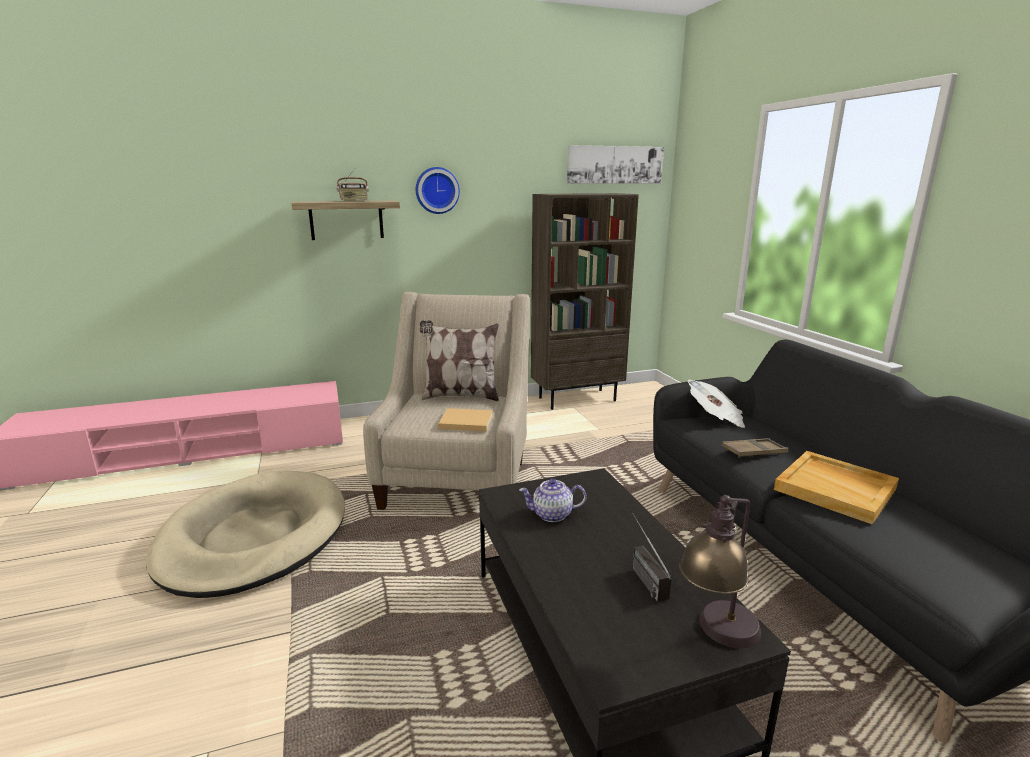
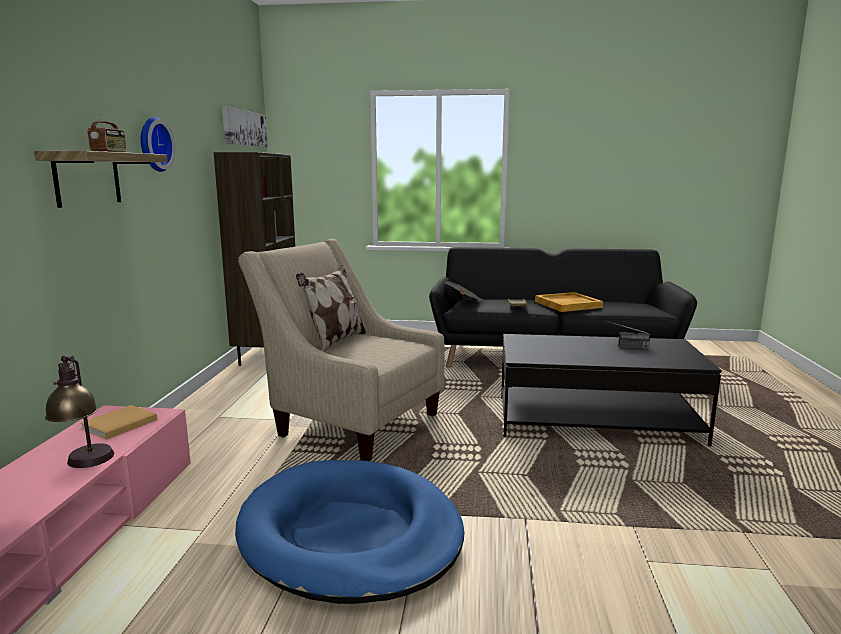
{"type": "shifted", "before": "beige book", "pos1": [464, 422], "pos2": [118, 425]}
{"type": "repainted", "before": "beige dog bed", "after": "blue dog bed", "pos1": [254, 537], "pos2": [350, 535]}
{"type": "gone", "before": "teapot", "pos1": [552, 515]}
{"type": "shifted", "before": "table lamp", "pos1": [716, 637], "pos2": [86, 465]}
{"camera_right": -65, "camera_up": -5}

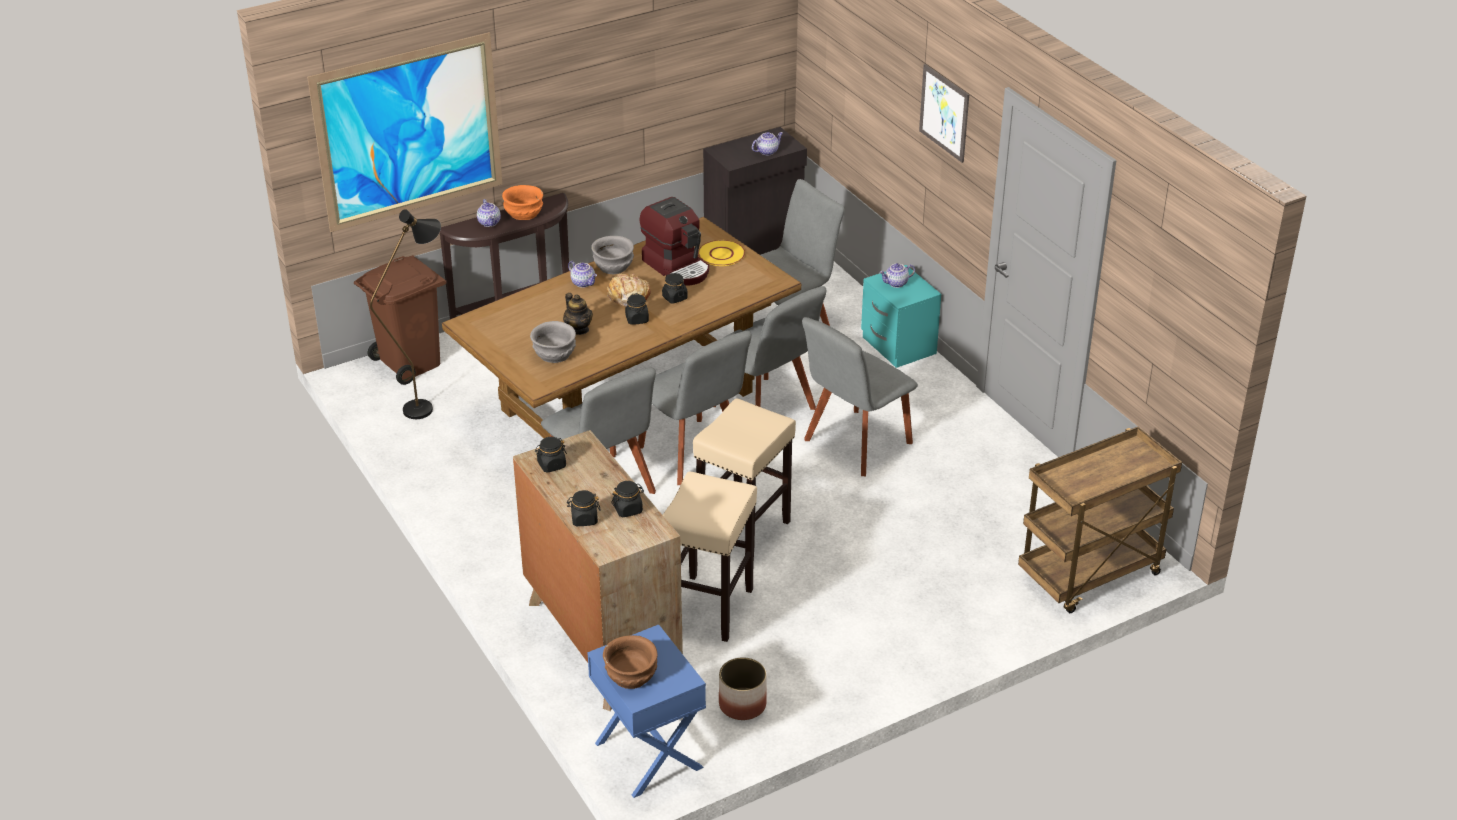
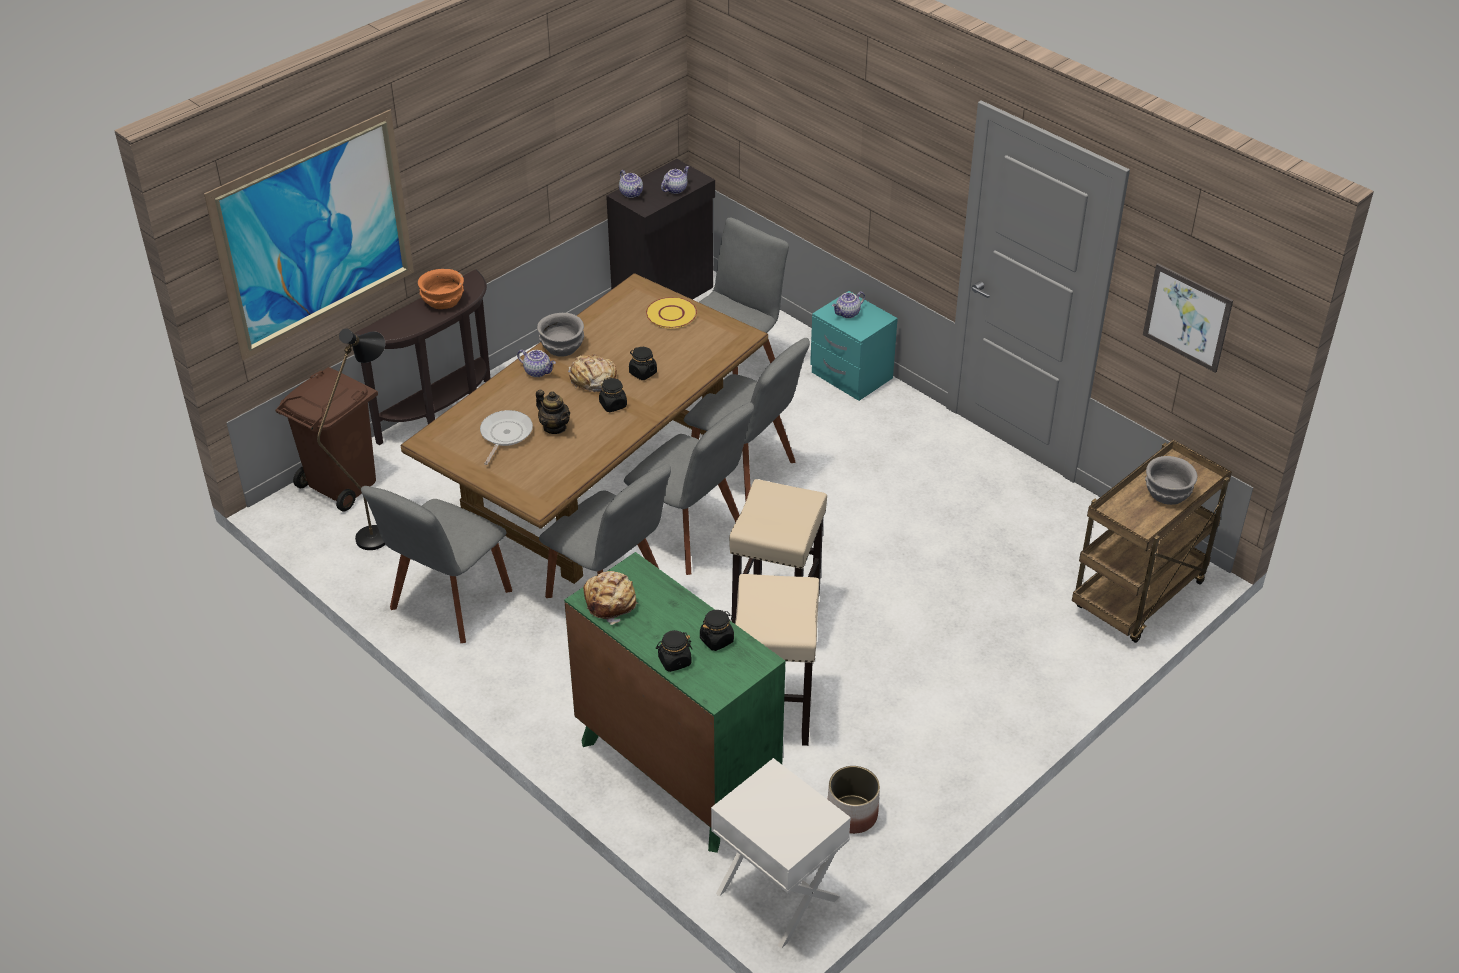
{"type": "shifted", "before": "picture", "pos1": [944, 113], "pos2": [1187, 317]}
{"type": "gone", "before": "coffee machine", "pos1": [677, 266]}
{"type": "shifted", "before": "teapot", "pos1": [490, 223], "pos2": [631, 193]}
{"type": "shifted", "before": "grey chair", "pos1": [854, 444], "pos2": [448, 604]}
{"type": "shifted", "before": "grey bowl", "pos1": [555, 354], "pos2": [1167, 493]}
{"type": "repainted", "before": "brown dresser", "after": "green dresser", "pos1": [601, 640], "pos2": [676, 772]}
{"type": "swapped", "before": "black jar", "after": "bread", "pos1": [551, 465], "pos2": [611, 602]}
{"type": "repainted", "before": "blue nightstand", "after": "white nightstand", "pos1": [647, 756], "pos2": [776, 896]}
{"type": "gone", "before": "brown bowl", "pos1": [632, 675]}
{"type": "new", "after": "frying pan", "pos2": [505, 434]}
{"camera_right": -15, "camera_up": 5}

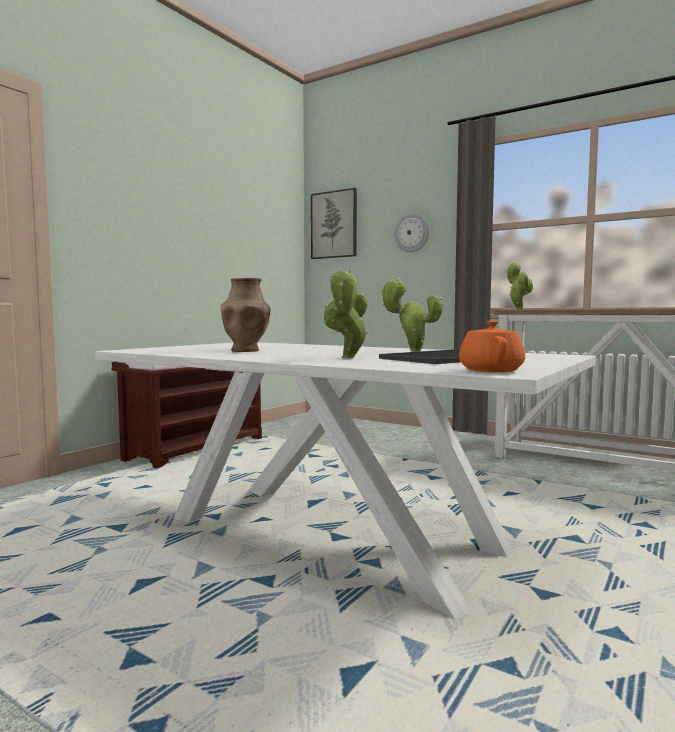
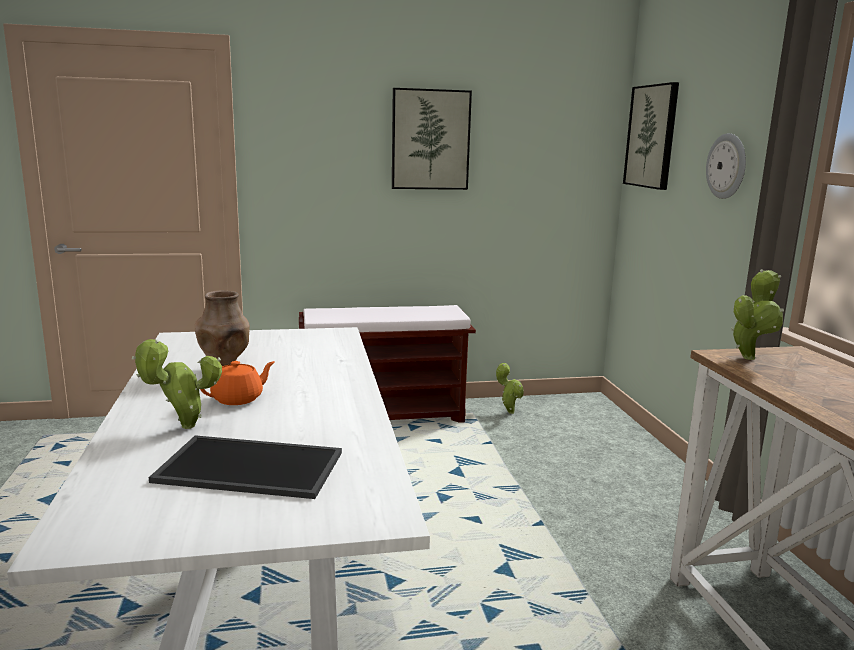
{"type": "shifted", "before": "potted plant", "pos1": [411, 351], "pos2": [509, 411]}
{"type": "shifted", "before": "orange teapot", "pos1": [491, 370], "pos2": [238, 399]}
{"type": "new", "after": "picture", "pos2": [430, 140]}
{"camera_right": 45, "camera_up": 10}

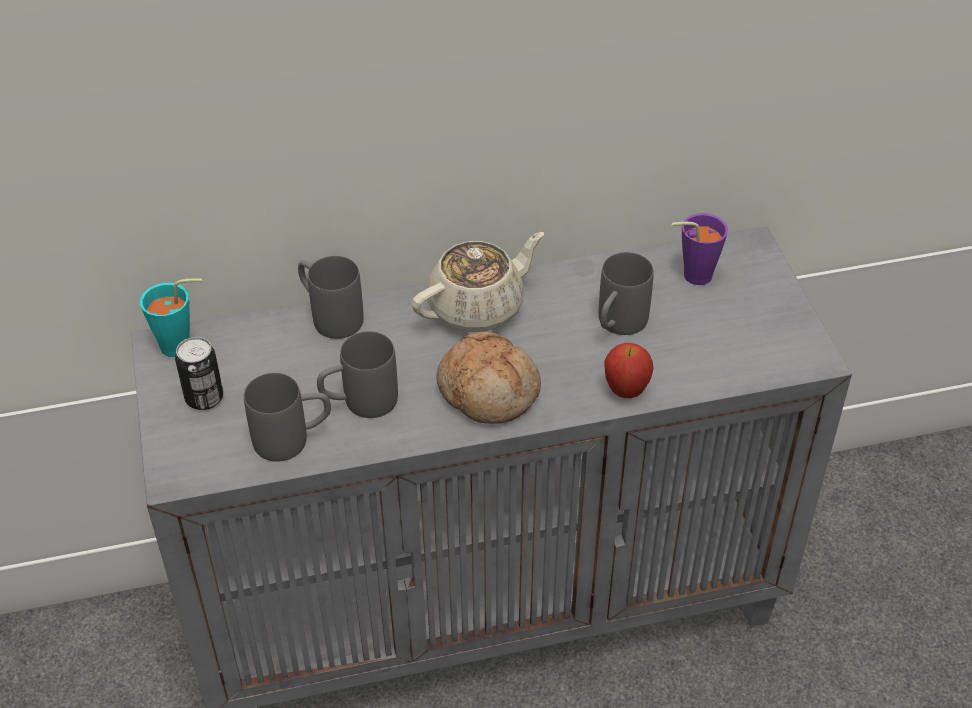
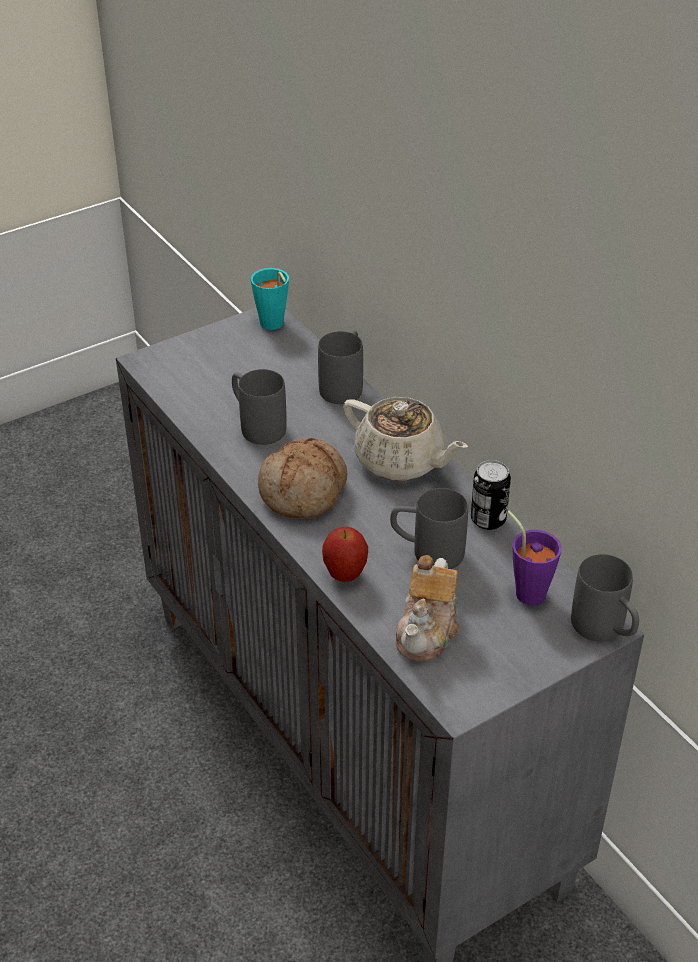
{"type": "shifted", "before": "can", "pos1": [204, 398], "pos2": [488, 519]}
{"type": "shifted", "before": "grey mug", "pos1": [293, 439], "pos2": [605, 631]}
{"type": "new", "after": "teapot", "pos2": [428, 630]}
{"camera_right": 70, "camera_up": -5}

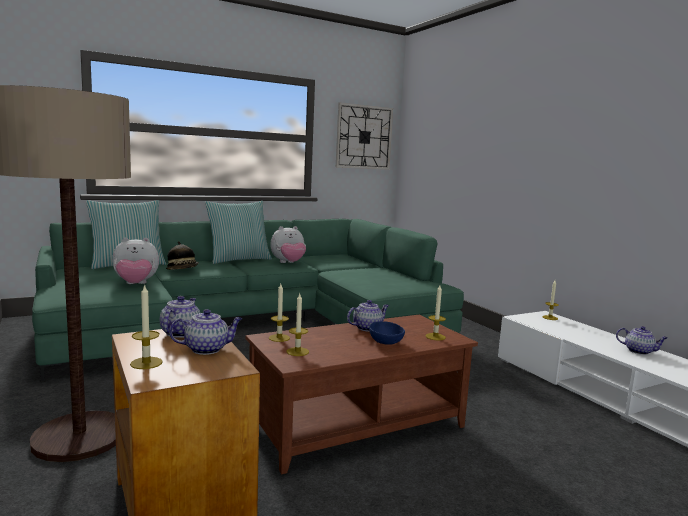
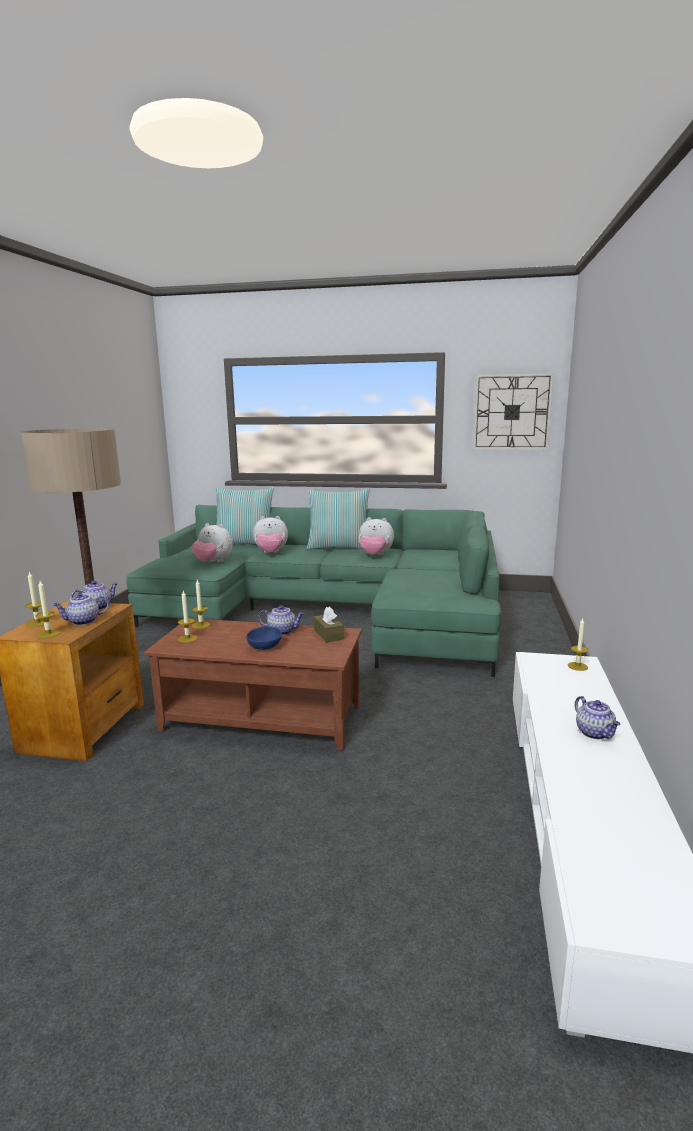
{"type": "swapped", "before": "hat", "after": "plush toy", "pos1": [183, 270], "pos2": [271, 553]}
{"type": "shifted", "before": "candle", "pos1": [435, 337], "pos2": [48, 634]}
{"type": "rotated", "before": "teapot", "pos1": [207, 349], "pos2": [83, 621], "turn": 135}
{"type": "new", "after": "brown tissue box", "pos2": [328, 634]}
{"camera_right": 40, "camera_up": 5}

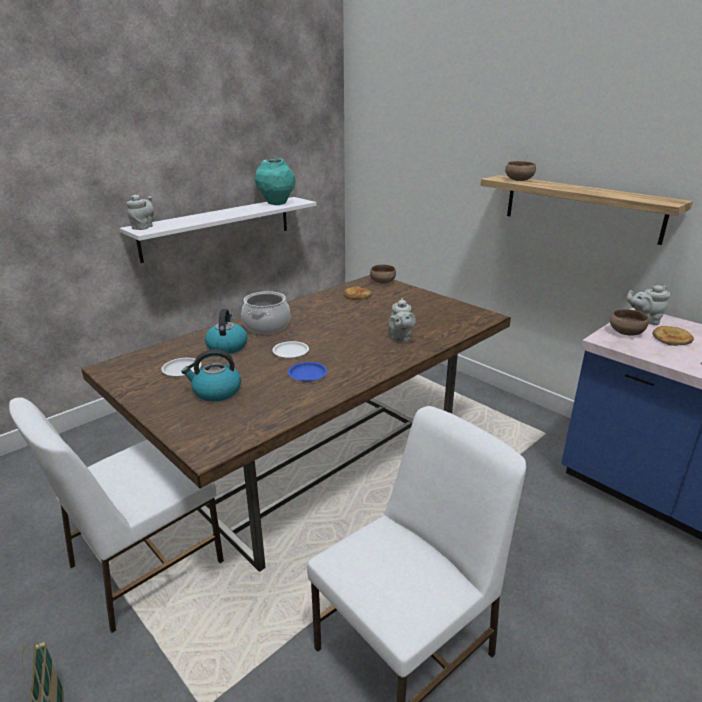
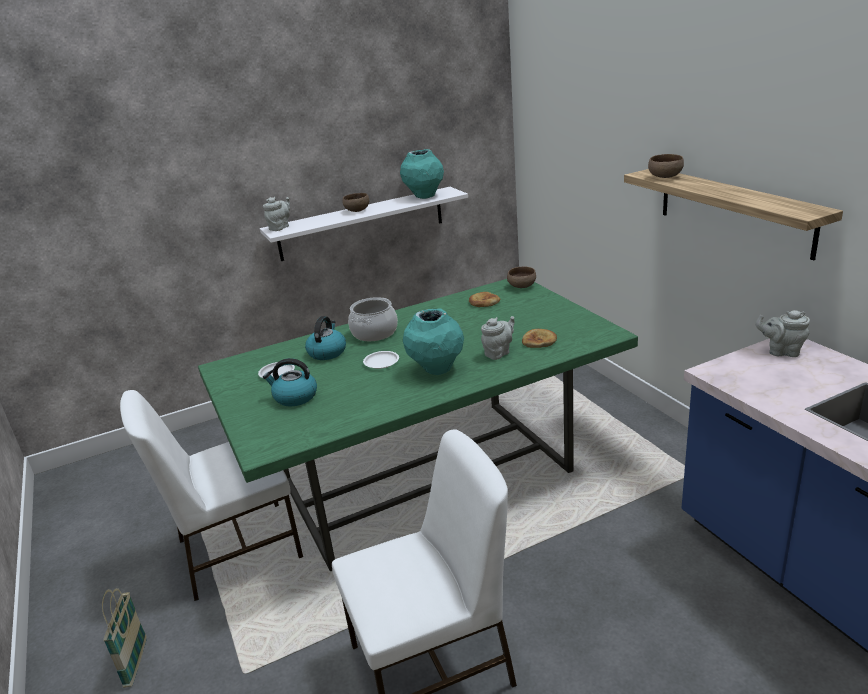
{"type": "repainted", "before": "brown dining table", "after": "green dining table", "pos1": [320, 462], "pos2": [428, 476]}
{"type": "rotated", "before": "grey teapot", "pos1": [400, 337], "pos2": [498, 353], "turn": -150}
{"type": "shifted", "before": "brown bowl", "pos1": [625, 333], "pos2": [356, 210]}
{"type": "shifted", "before": "bread", "pos1": [671, 338], "pos2": [539, 341]}
{"type": "gone", "before": "blue plate", "pos1": [308, 374]}
{"type": "new", "after": "turquoise vase", "pos2": [437, 370]}
{"camera_right": 20, "camera_up": 0}

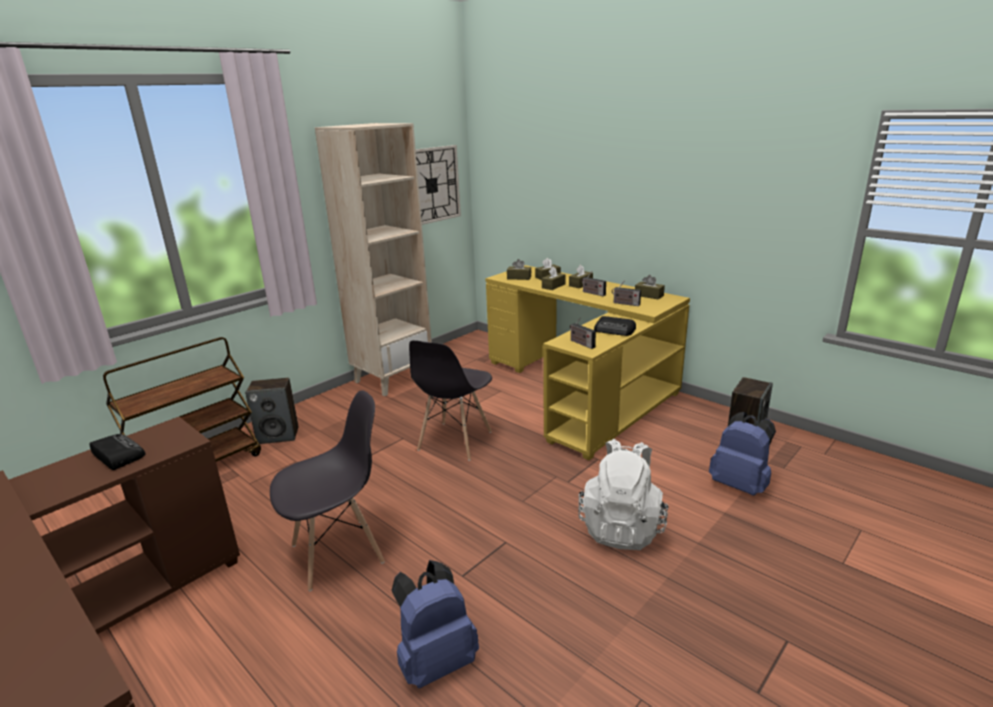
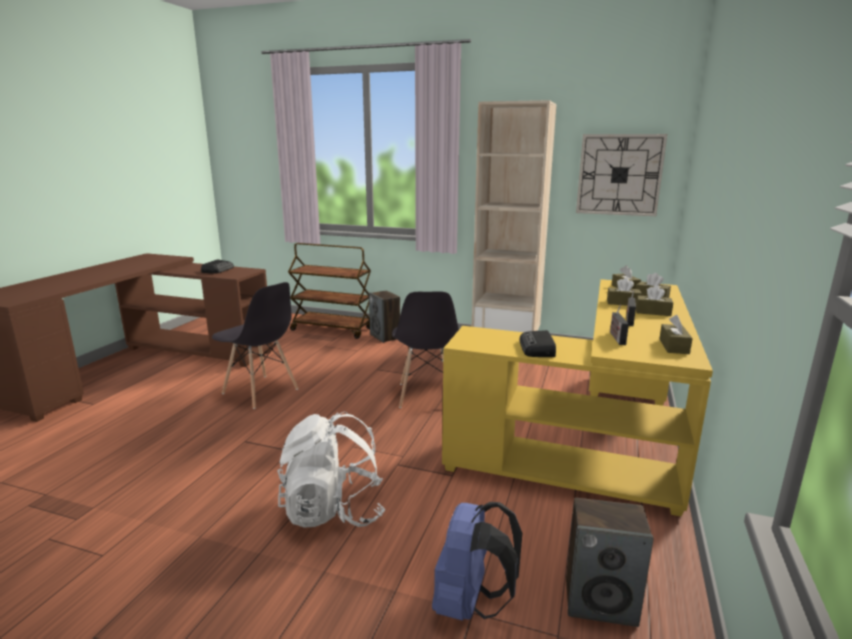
{"type": "gone", "before": "radio", "pos1": [581, 343]}
{"type": "rotated", "before": "grey chair", "pos1": [454, 441], "pos2": [426, 395], "turn": -90}
{"type": "gone", "before": "blue backpack", "pos1": [436, 661]}
{"camera_right": 65, "camera_up": -5}

